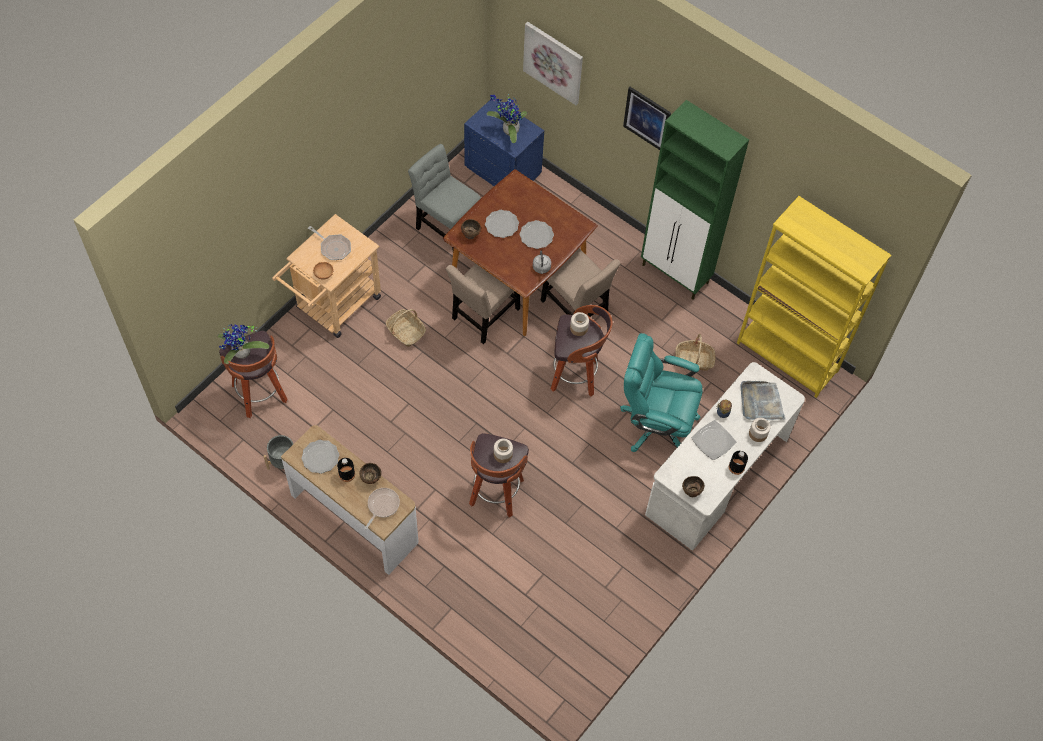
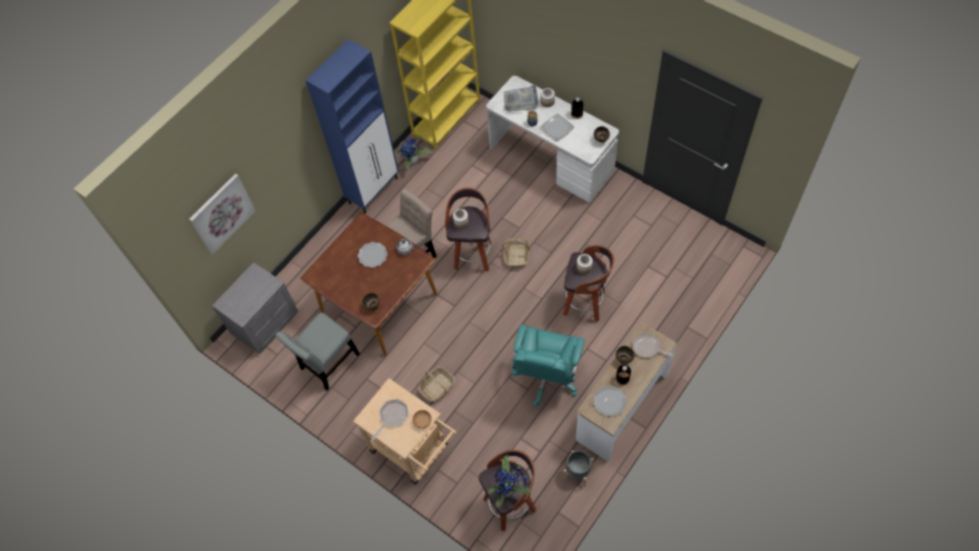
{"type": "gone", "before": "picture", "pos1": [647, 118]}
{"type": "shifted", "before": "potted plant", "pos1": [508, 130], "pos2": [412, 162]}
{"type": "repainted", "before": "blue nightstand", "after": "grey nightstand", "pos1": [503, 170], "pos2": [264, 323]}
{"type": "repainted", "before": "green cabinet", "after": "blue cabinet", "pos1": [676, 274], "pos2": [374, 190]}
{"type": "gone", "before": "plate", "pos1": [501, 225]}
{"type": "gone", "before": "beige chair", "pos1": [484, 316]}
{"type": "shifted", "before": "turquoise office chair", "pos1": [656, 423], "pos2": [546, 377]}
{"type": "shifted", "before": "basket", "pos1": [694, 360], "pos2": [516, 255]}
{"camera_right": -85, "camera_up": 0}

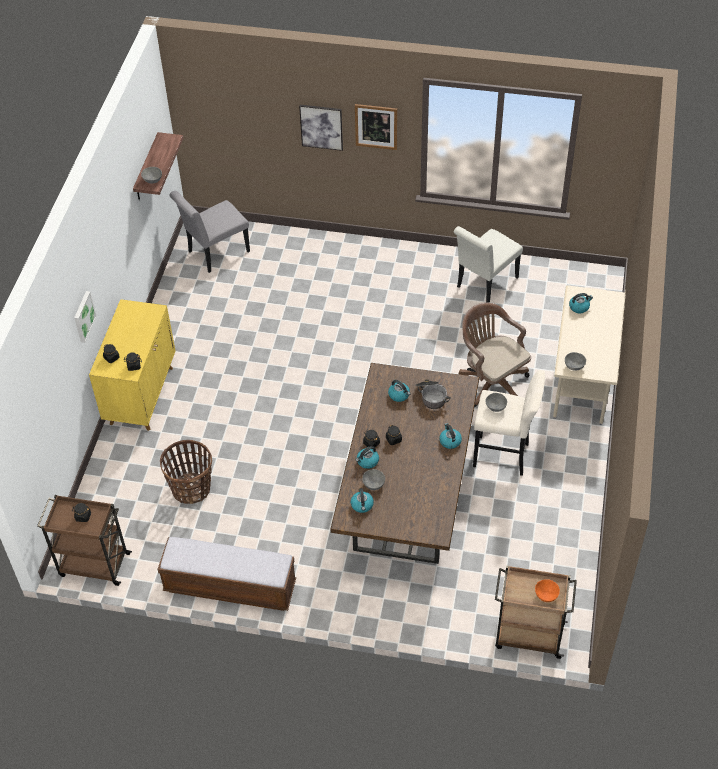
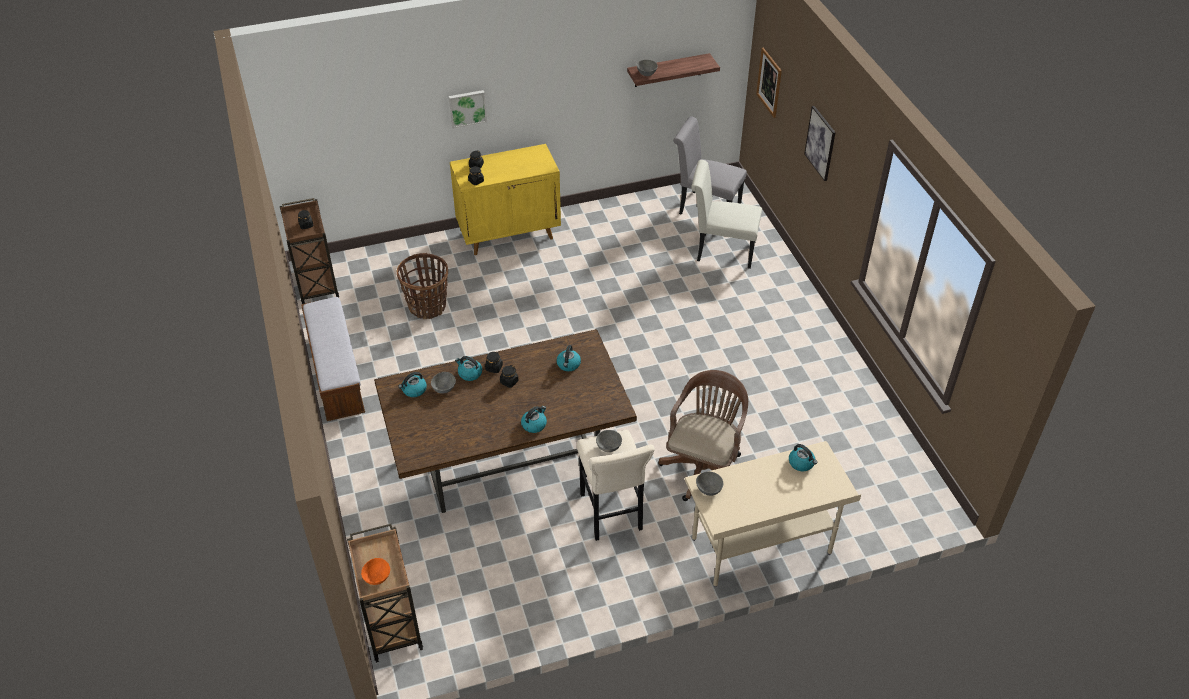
{"type": "shifted", "before": "picture", "pos1": [376, 126], "pos2": [769, 82]}
{"type": "shifted", "before": "white chair", "pos1": [484, 284], "pos2": [721, 250]}
{"type": "gone", "before": "cooking pot", "pos1": [431, 397]}
{"camera_right": 60, "camera_up": -5}

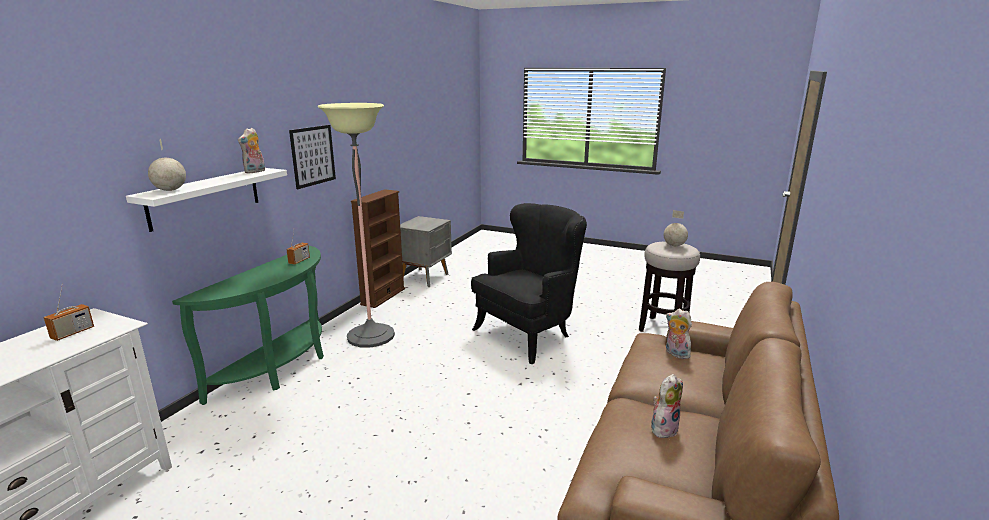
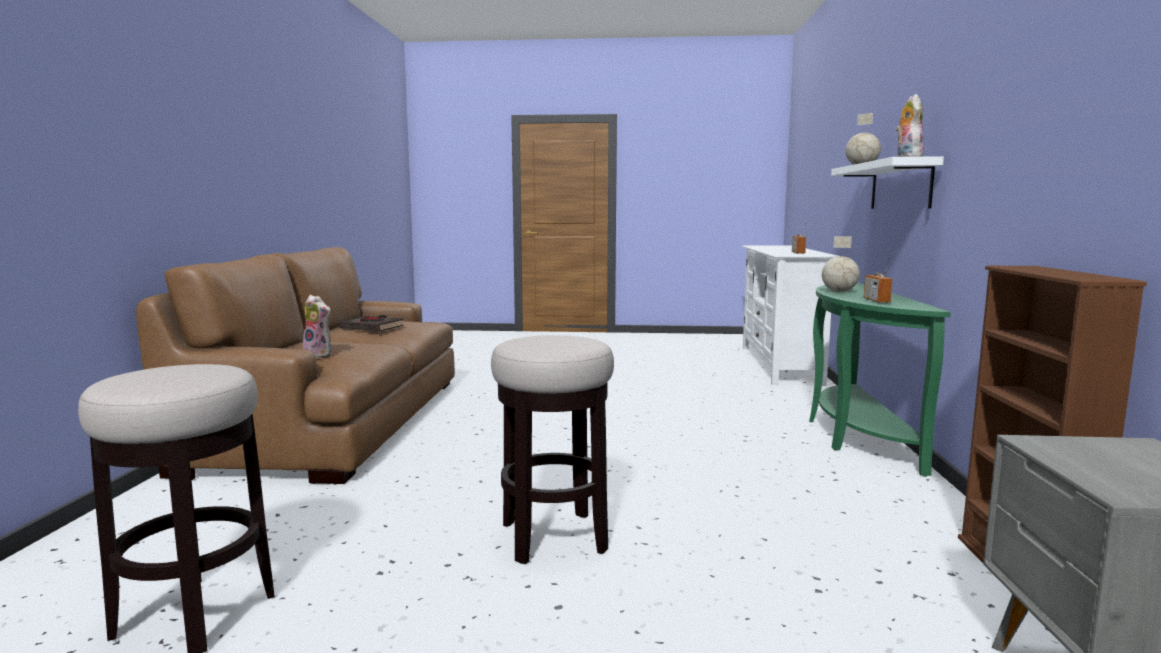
{"type": "gone", "before": "floor lamp", "pos1": [371, 336]}
{"type": "gone", "before": "picture", "pos1": [313, 156]}
{"type": "swapped", "before": "black armchair", "after": "stool", "pos1": [529, 334], "pos2": [553, 537]}
{"type": "shifted", "before": "globe", "pos1": [674, 245], "pos2": [838, 291]}
{"type": "swapped", "before": "plush toy", "after": "black book", "pos1": [663, 428], "pos2": [371, 328]}
{"camera_right": 160, "camera_up": -10}

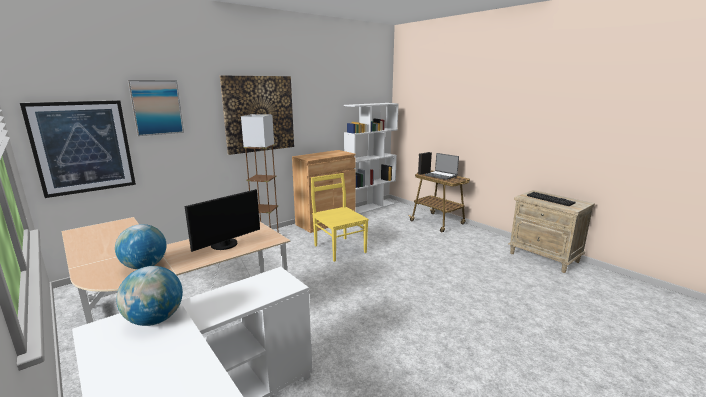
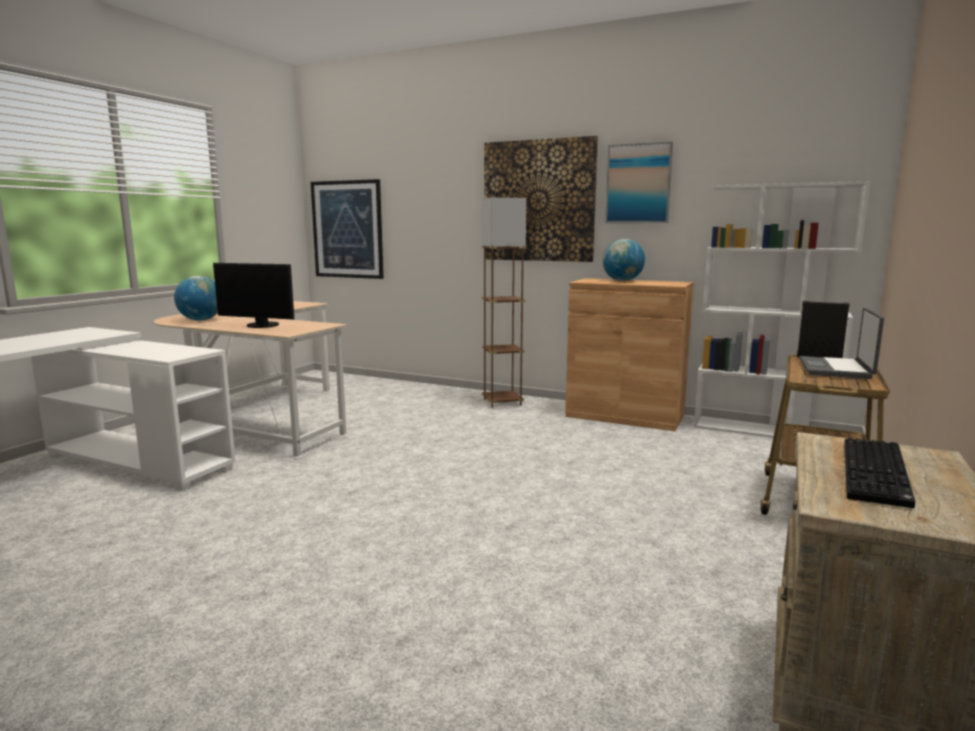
{"type": "shifted", "before": "picture", "pos1": [156, 107], "pos2": [638, 184]}
{"type": "gone", "before": "yellow chair", "pos1": [339, 248]}
{"type": "shifted", "before": "globe", "pos1": [155, 320], "pos2": [622, 281]}
{"camera_right": 65, "camera_up": -5}

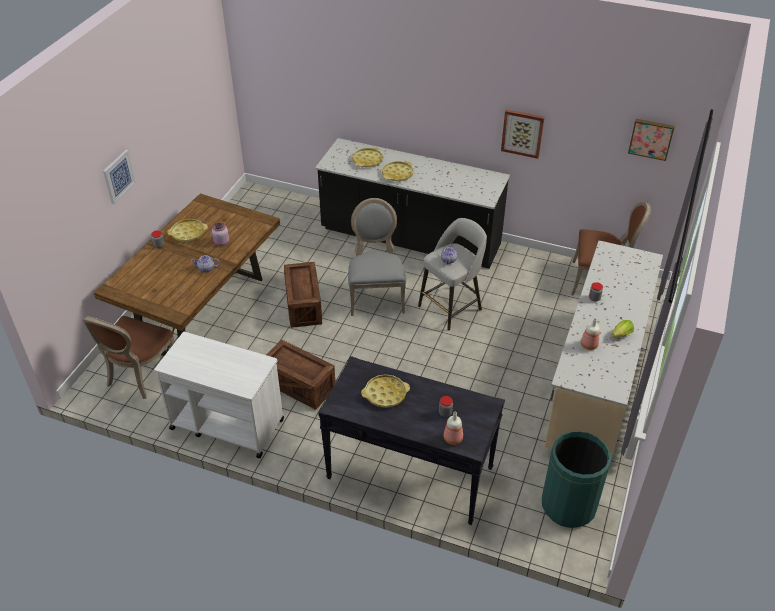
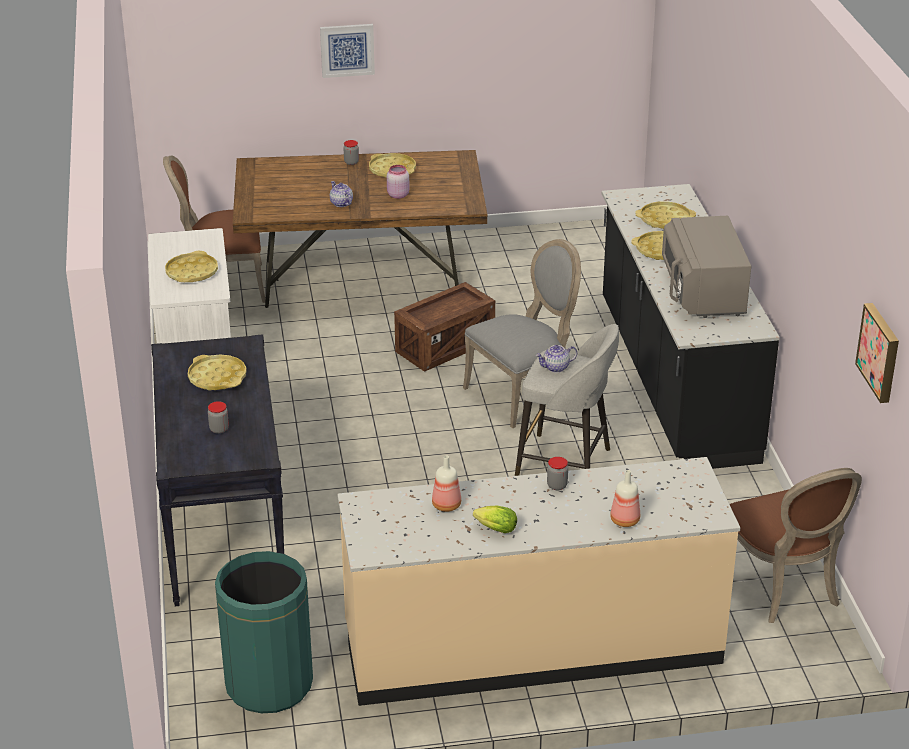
{"type": "gone", "before": "picture", "pos1": [522, 133]}
{"type": "gone", "before": "crate", "pos1": [299, 385]}
{"type": "shifted", "before": "bottle", "pos1": [453, 438], "pos2": [625, 521]}
{"type": "new", "after": "grey microwave", "pos2": [702, 293]}
{"type": "new", "after": "yellow tray", "pos2": [192, 272]}
{"camera_right": 60, "camera_up": -10}

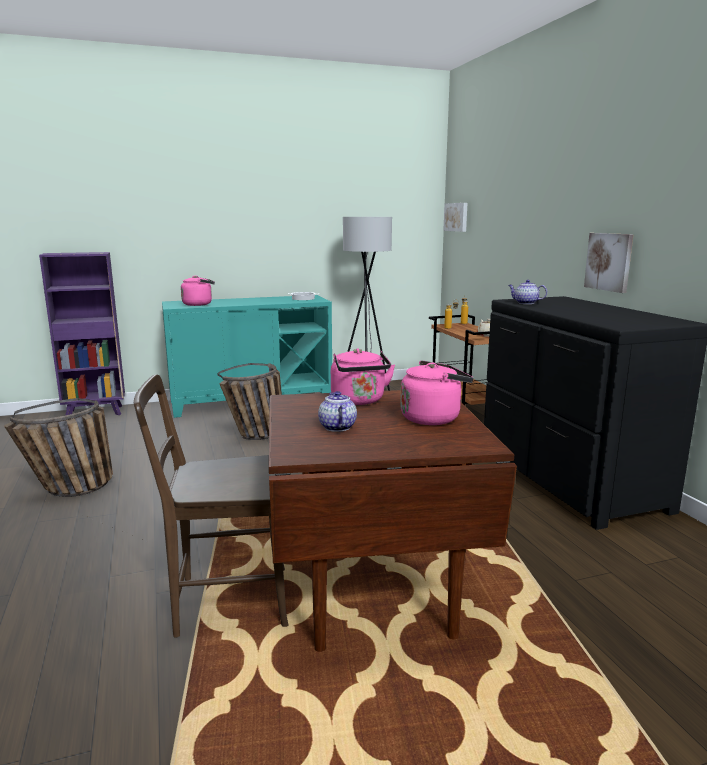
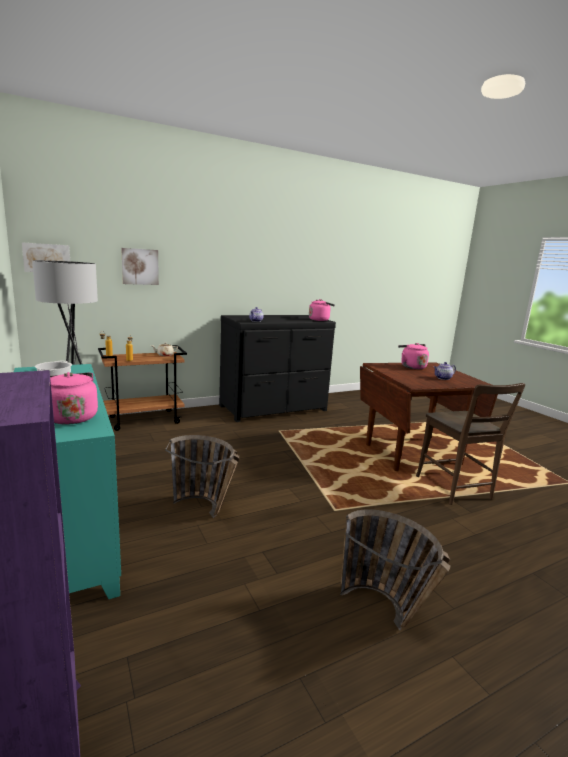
{"type": "shifted", "before": "picture", "pos1": [609, 261], "pos2": [140, 266]}
{"type": "shifted", "before": "pink kettle", "pos1": [359, 401], "pos2": [320, 320]}
{"camera_right": -100, "camera_up": 0}

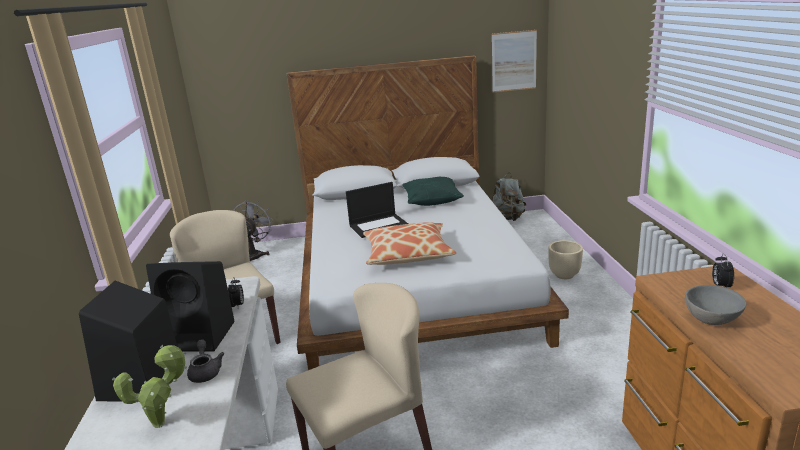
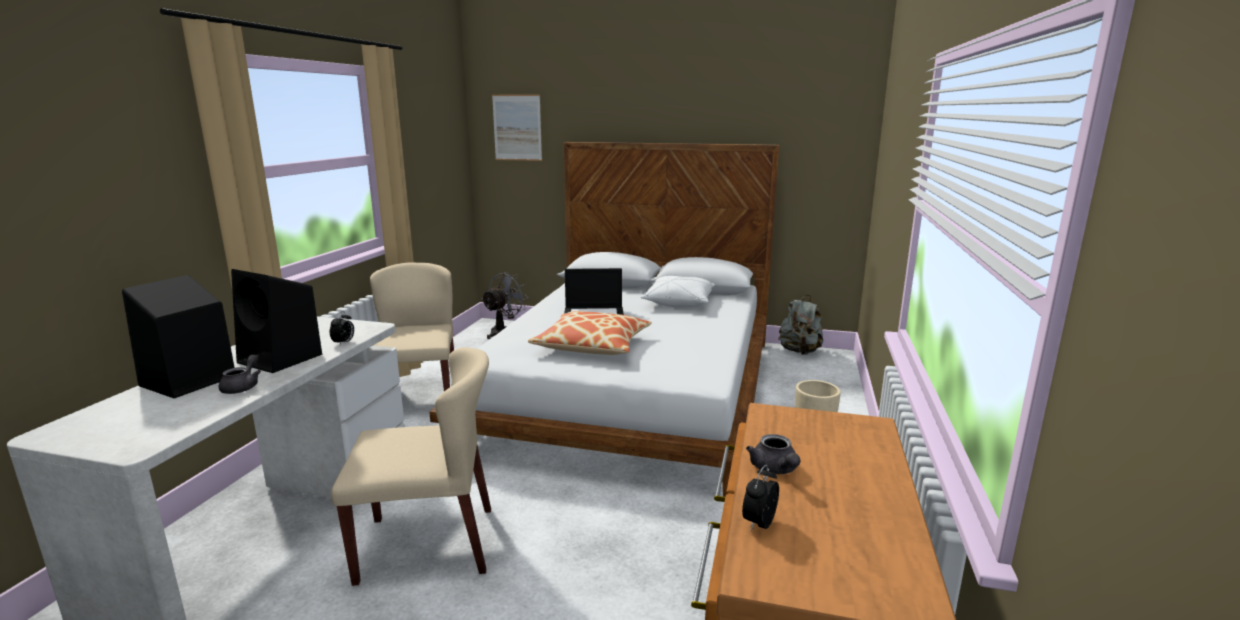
{"type": "shifted", "before": "picture", "pos1": [514, 61], "pos2": [517, 127]}
{"type": "repainted", "before": "green pillow", "after": "white pillow", "pos1": [431, 200], "pos2": [679, 302]}
{"type": "shifted", "before": "alarm clock", "pos1": [720, 286], "pos2": [759, 523]}
{"type": "swapped", "before": "grey bowl", "after": "grey teapot", "pos1": [712, 320], "pos2": [775, 470]}
{"type": "gone", "before": "potted plant", "pos1": [163, 422]}
{"camera_right": 20, "camera_up": -5}

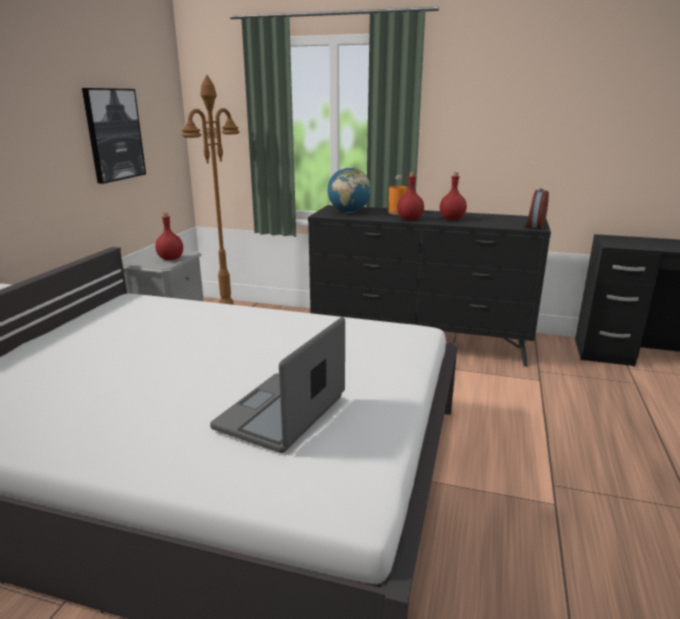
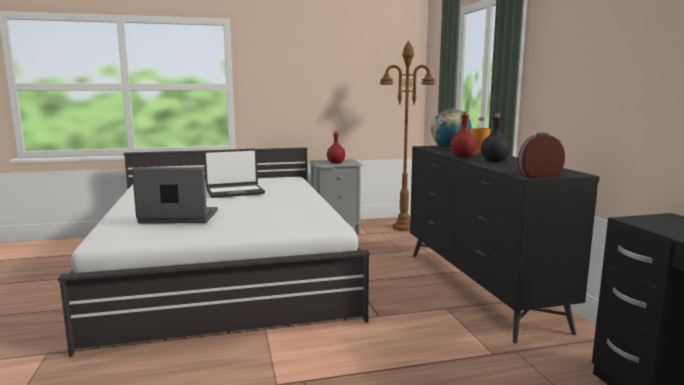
{"type": "gone", "before": "picture", "pos1": [114, 134]}
{"type": "repainted", "before": "red bottle", "after": "black bottle", "pos1": [452, 219], "pos2": [494, 161]}
{"type": "new", "after": "laptop", "pos2": [235, 192]}
{"camera_right": 60, "camera_up": -10}

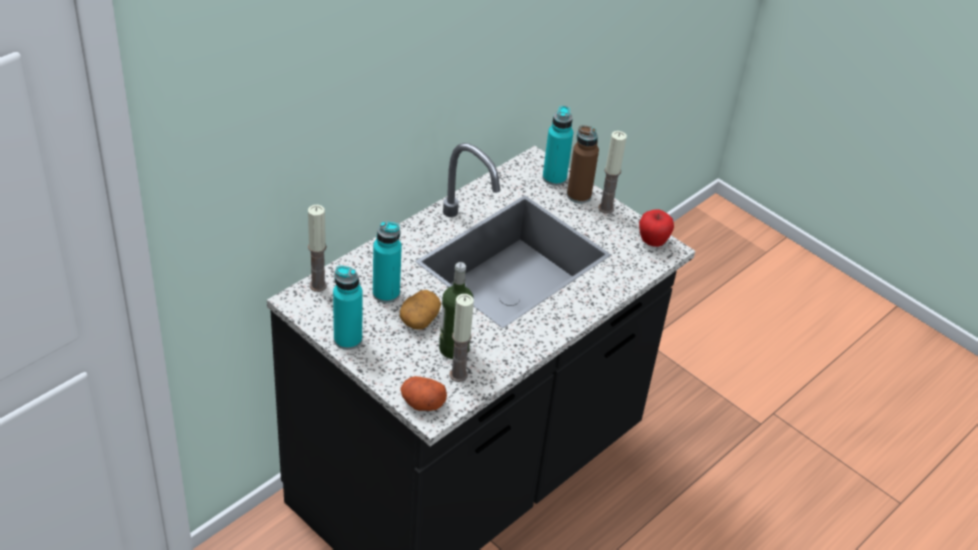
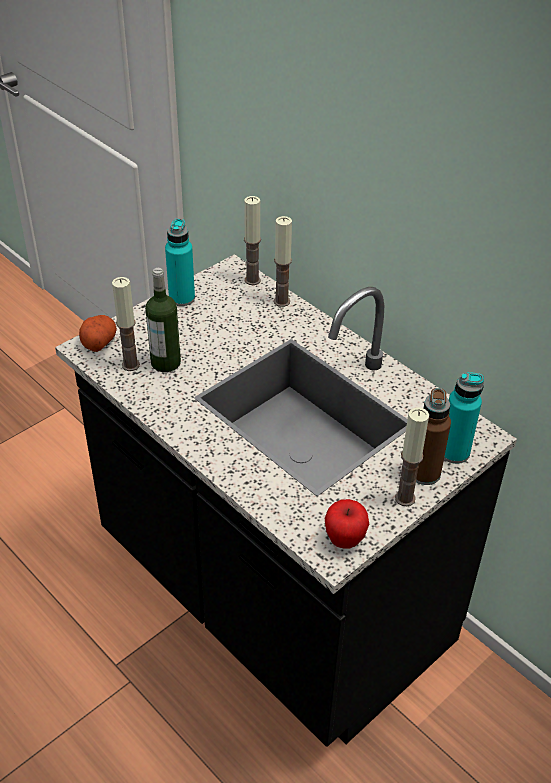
{"type": "gone", "before": "turquoise bottle", "pos1": [386, 293]}
{"type": "gone", "before": "potato", "pos1": [419, 318]}
{"type": "new", "after": "candle", "pos2": [281, 301]}
{"camera_right": 95, "camera_up": 0}

